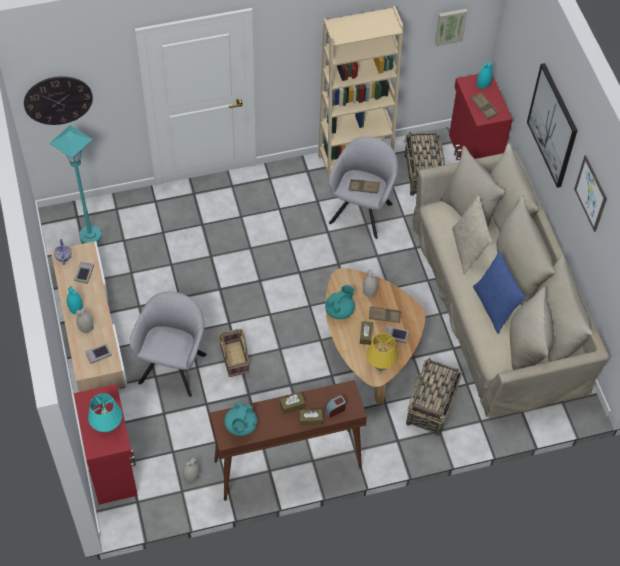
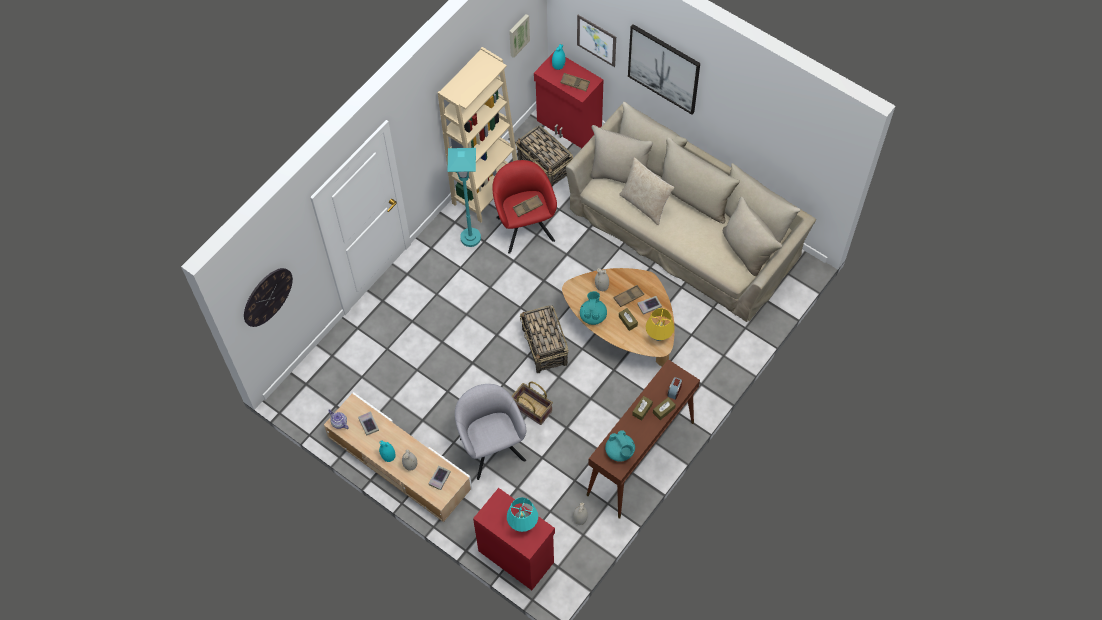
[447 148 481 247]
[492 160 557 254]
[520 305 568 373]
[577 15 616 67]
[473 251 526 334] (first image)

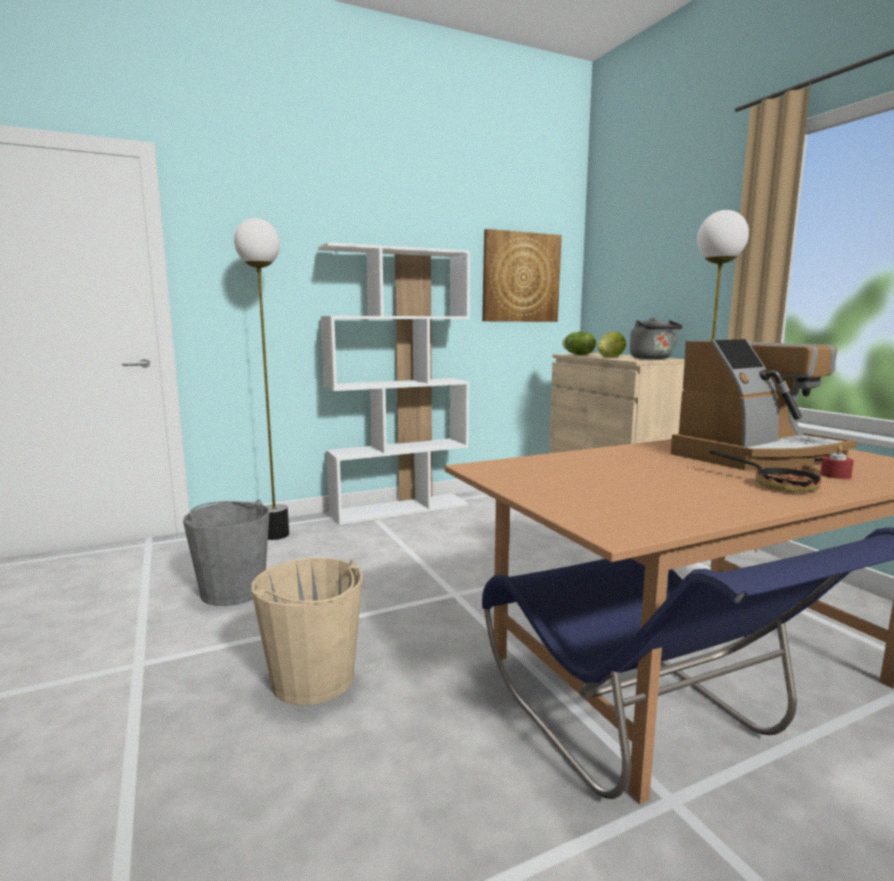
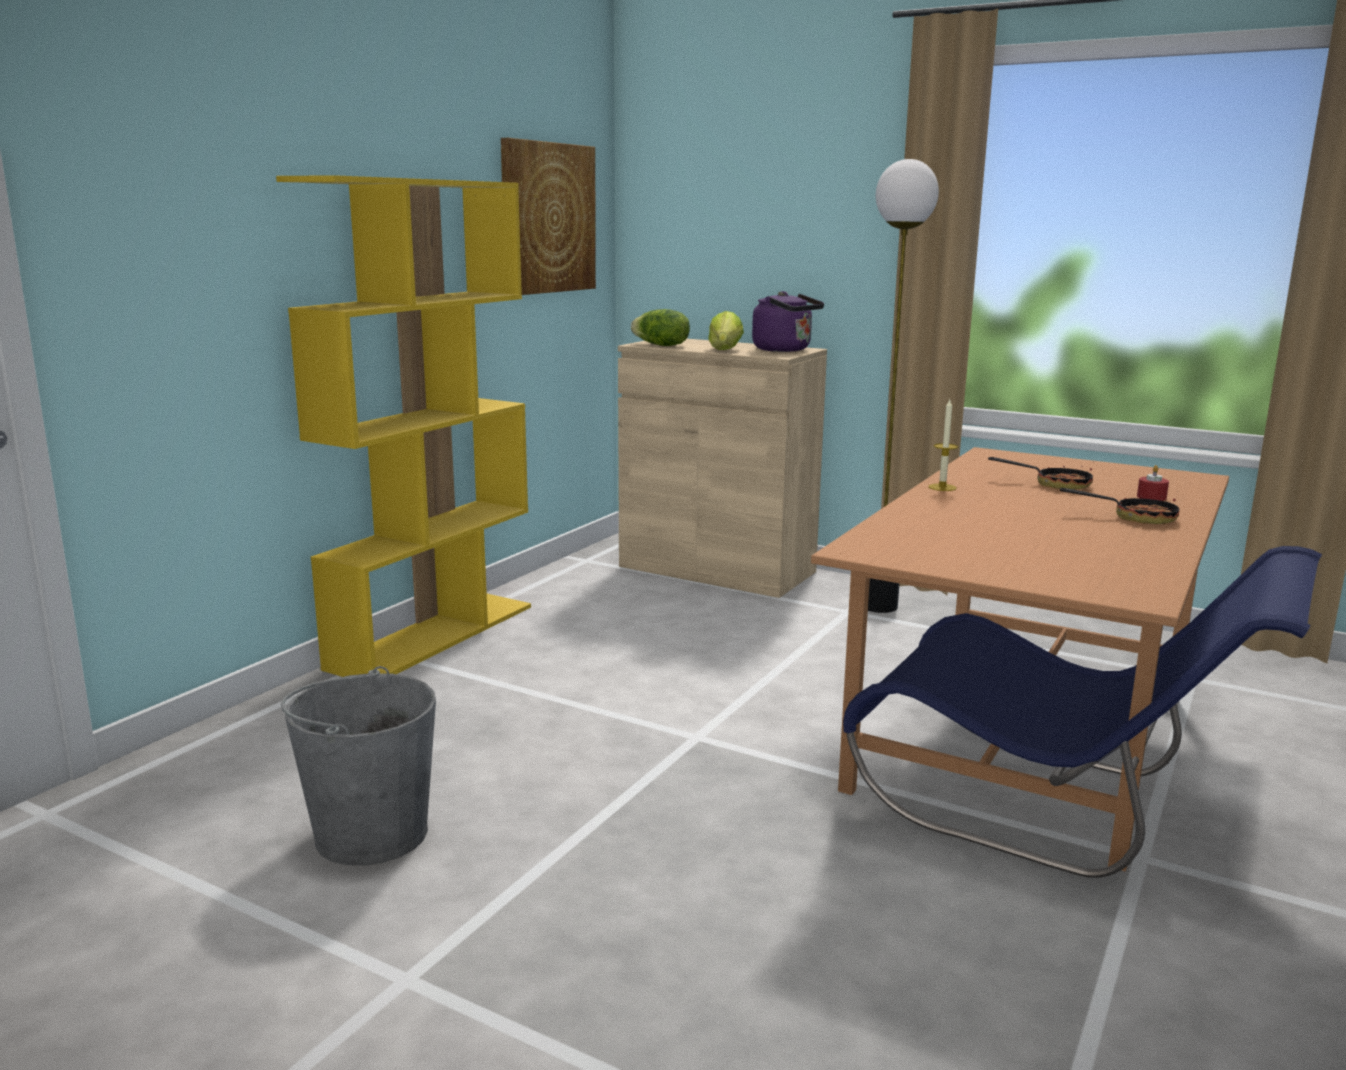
[276 175 531 677]
[752 291 824 352]
[928 400 958 491]
[988 457 1093 490]
[234 218 289 540] (first image)
[251 558 363 705] (first image)

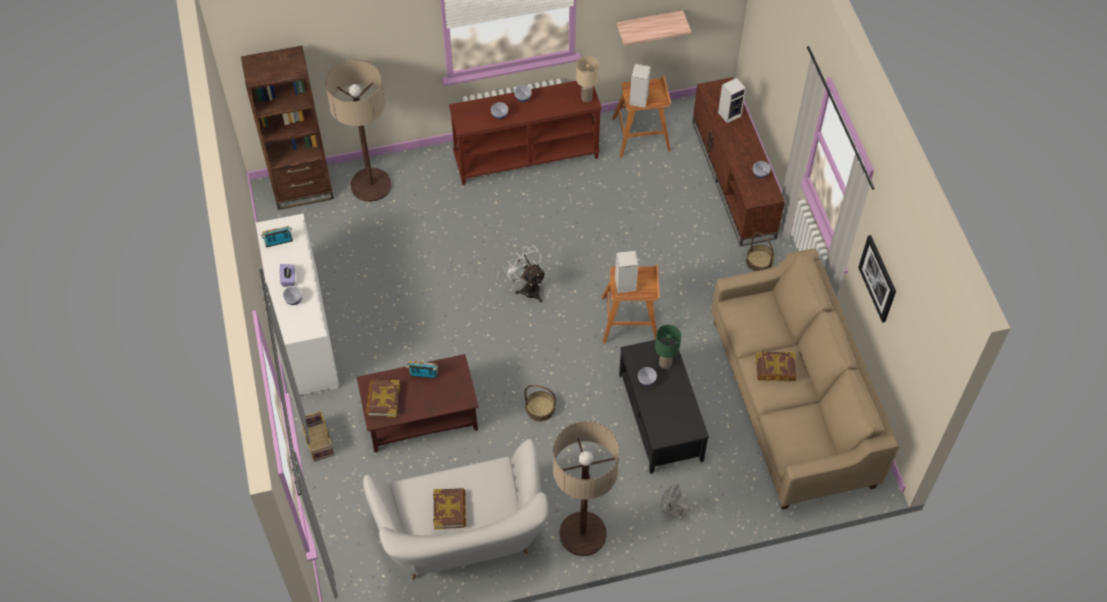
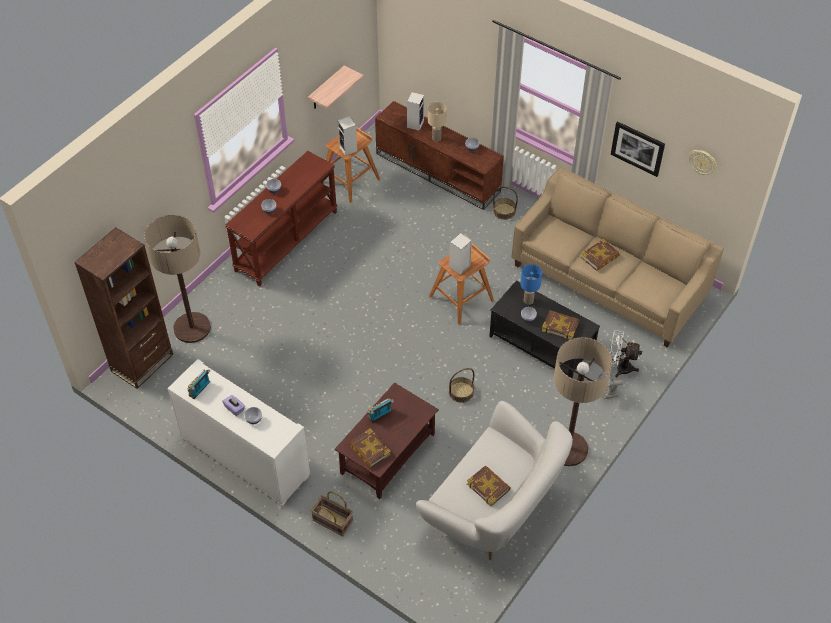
[428 102 447 142]
[520 264 542 305]
[542 310 579 340]
[610 330 642 377]
[689 150 717 175]

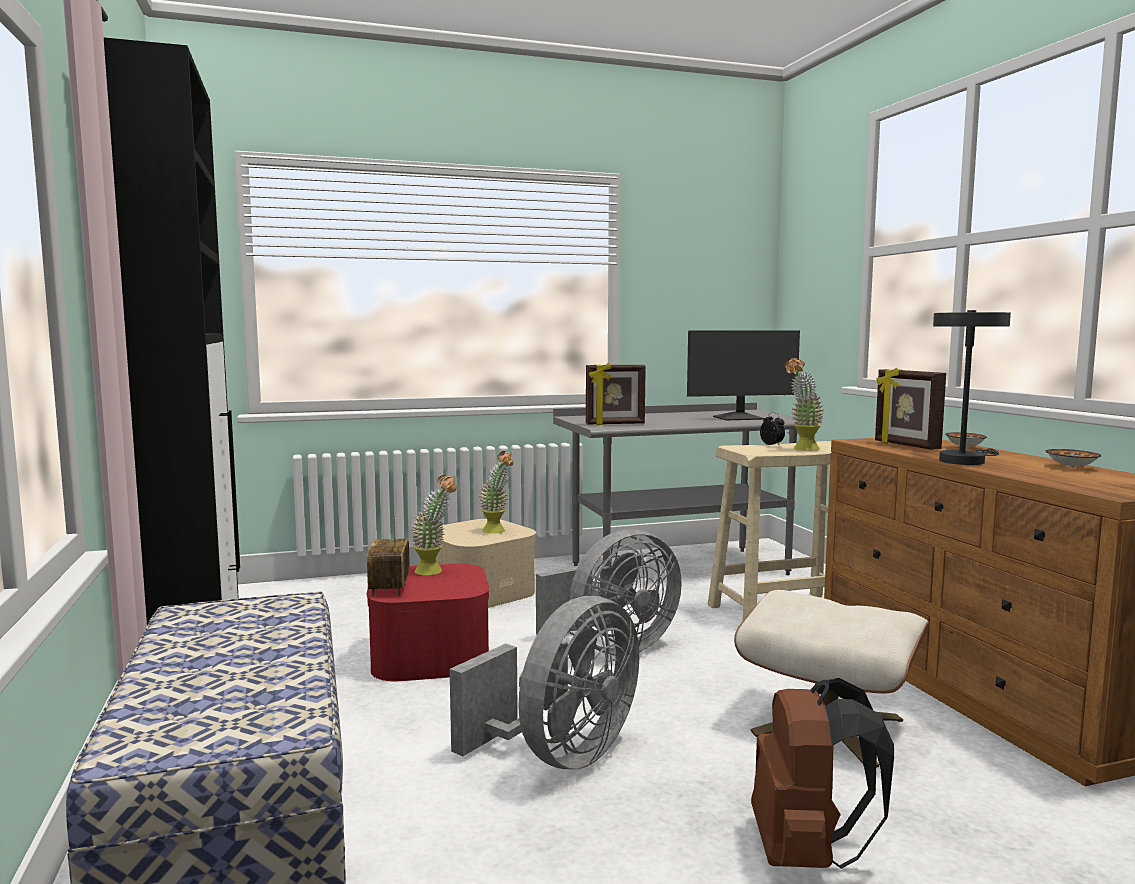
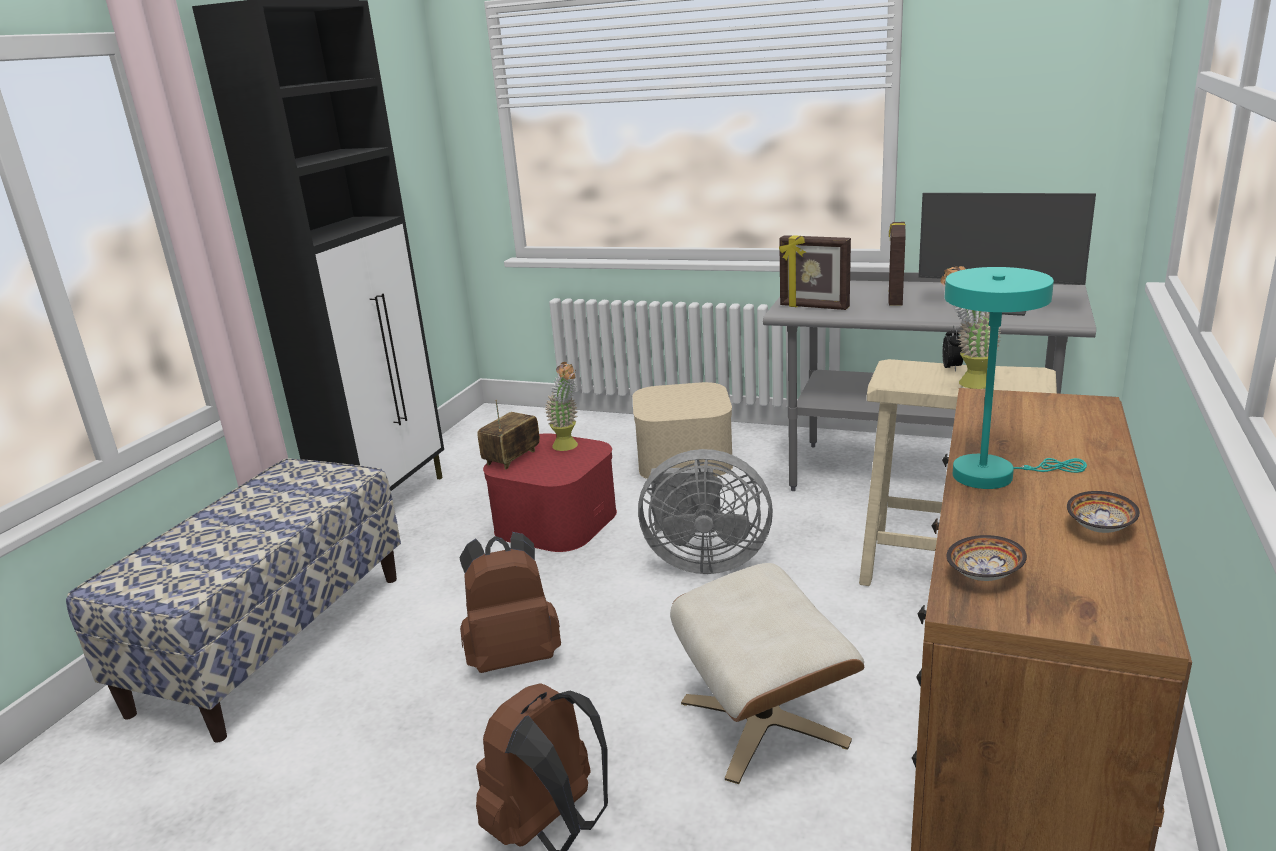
[459 532 561 673]
[888 222 906 306]
[945 267 1087 489]
[946 535 1027 581]
[479 451 513 534] (first image)

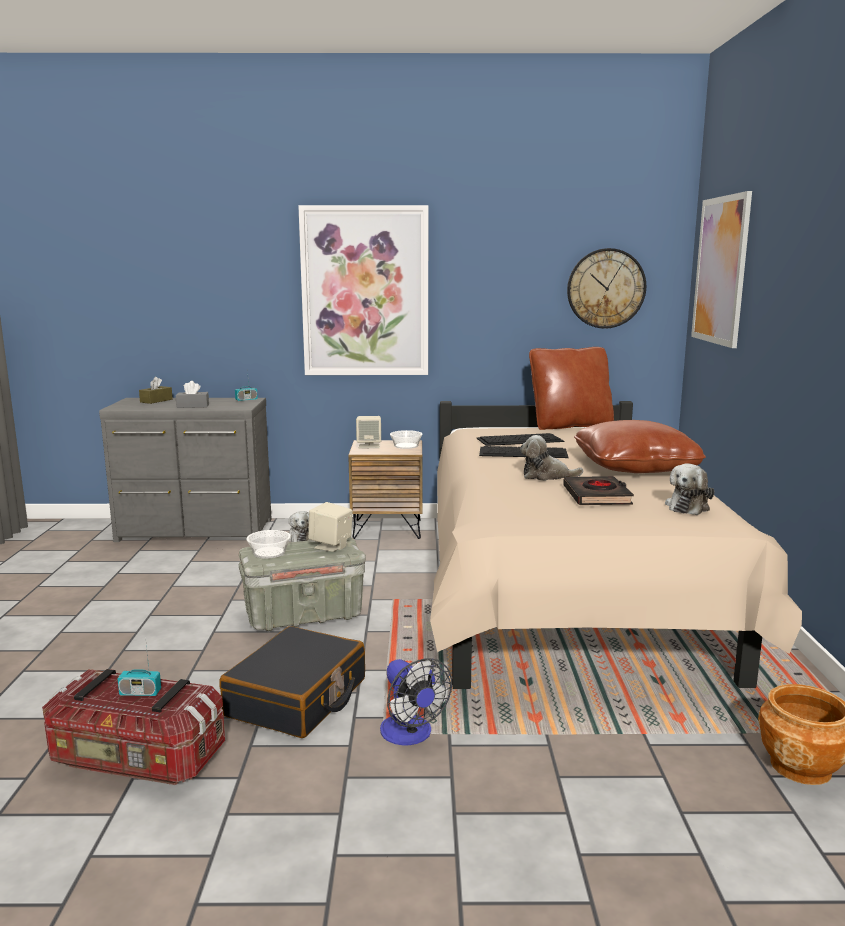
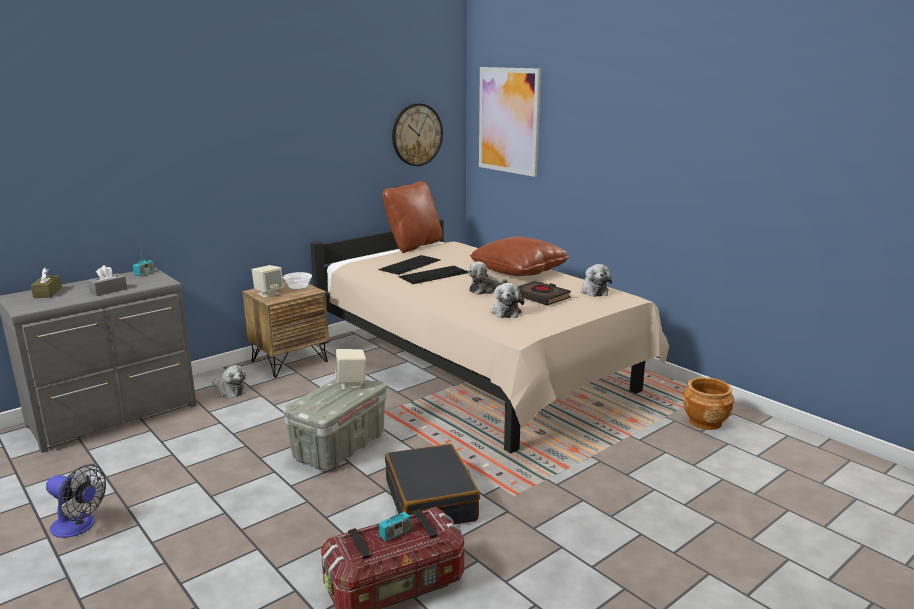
[46 464 106 538]
[491 283 524 318]
[246 530 291 558] (first image)
[298 205 428 375] (first image)

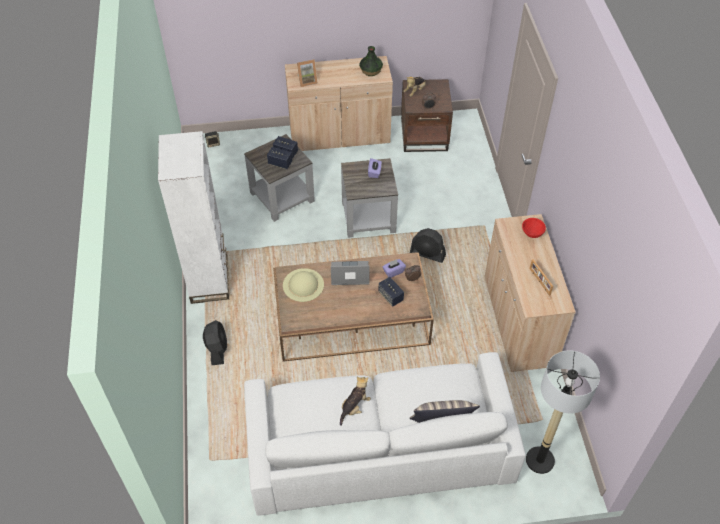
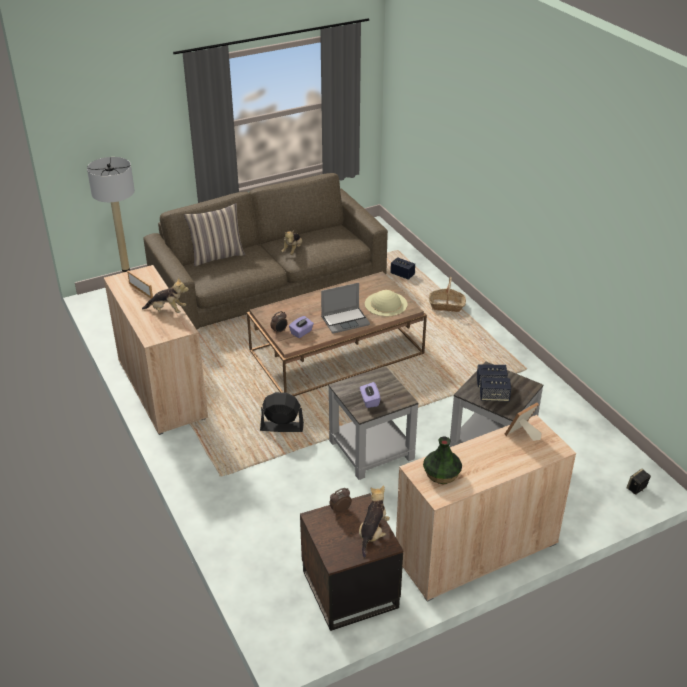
[142 277 189 313]
[143 173 388 329]
[390 257 415 280]
[429 277 466 312]
[158 131 229 304] (first image)
[522 218 546 238] (first image)

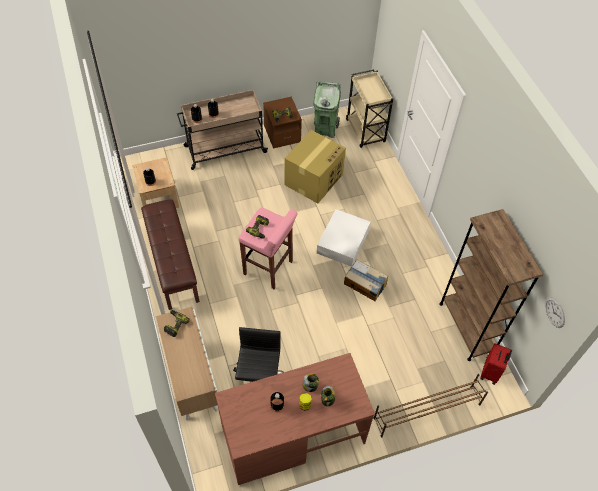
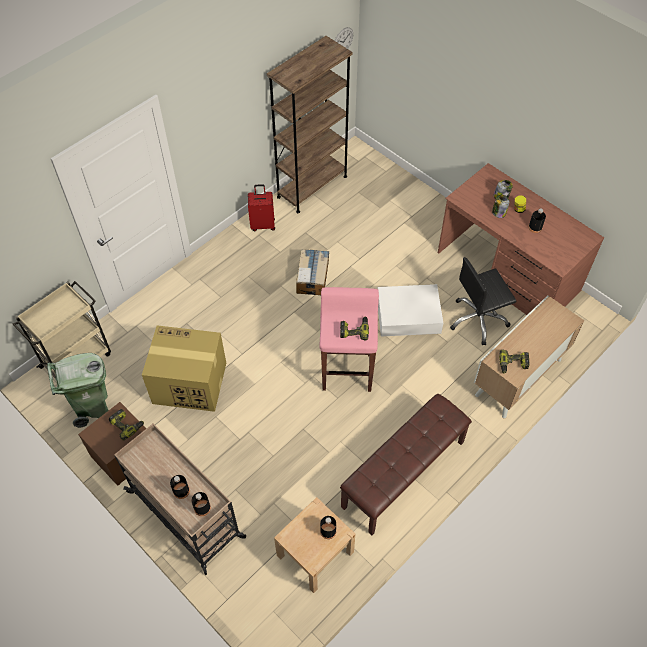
[248 184 275 231]
[377 284 443 337]
[373 374 488 437] (first image)

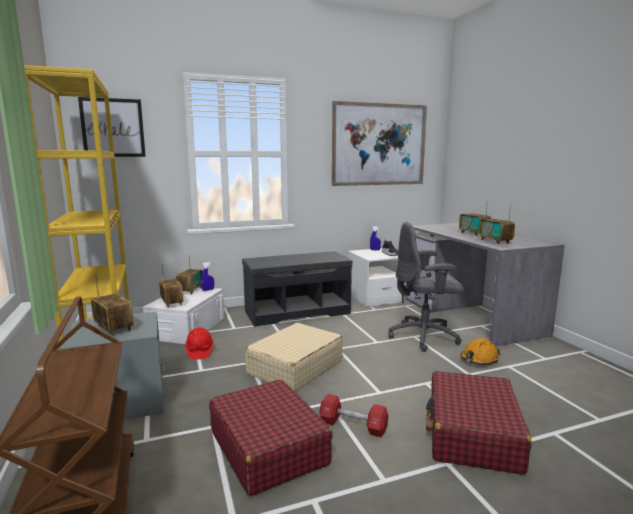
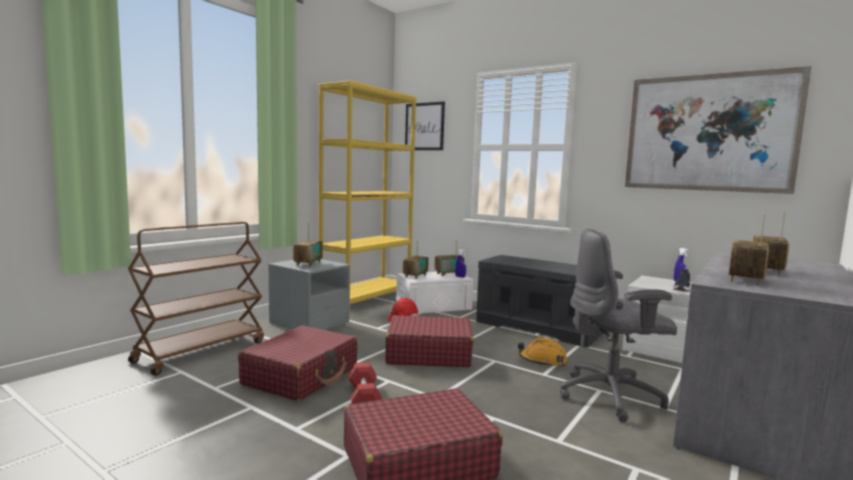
[385 315 473 367]
[518 337 567 367]
[560 228 677 422]

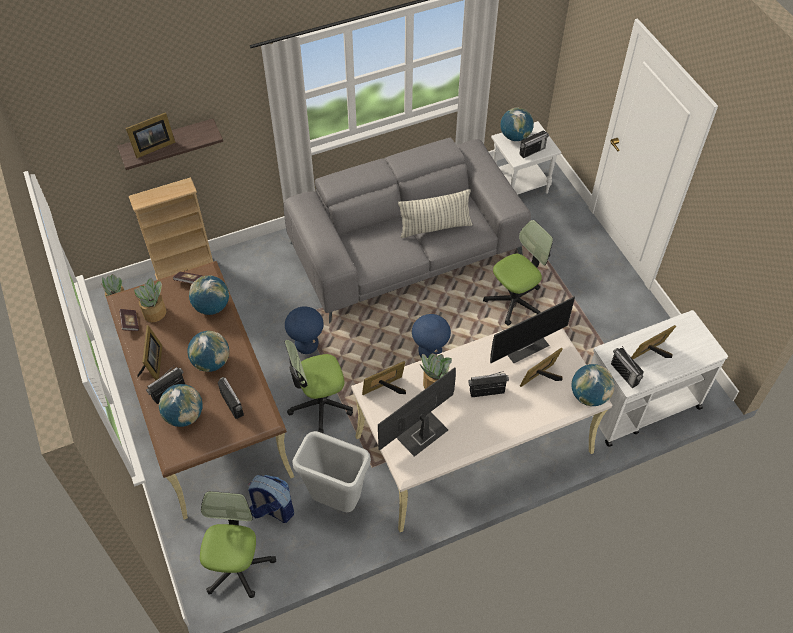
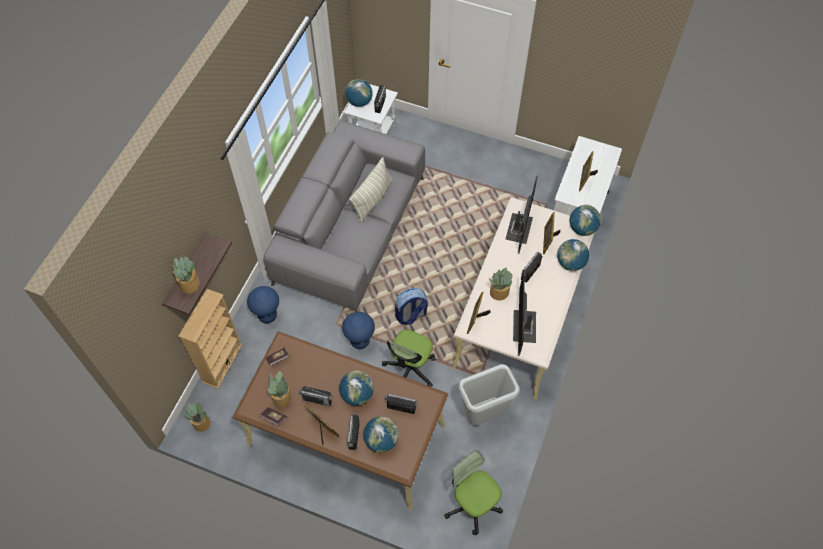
[172 256 200 294]
[247 286 279 323]
[299 386 333 406]
[395 288 428 325]
[557 239 589 271]
[483 220 553 326] (first image)

